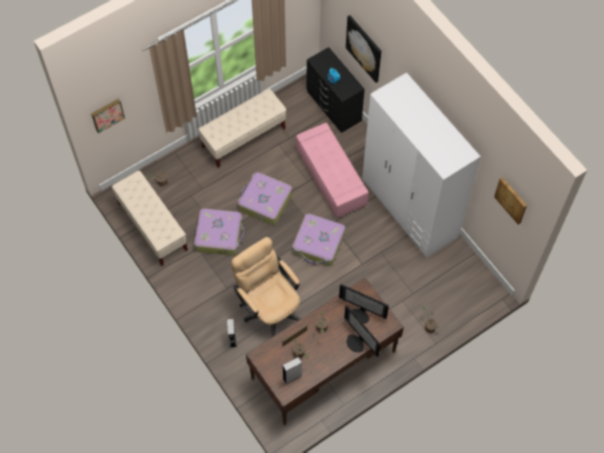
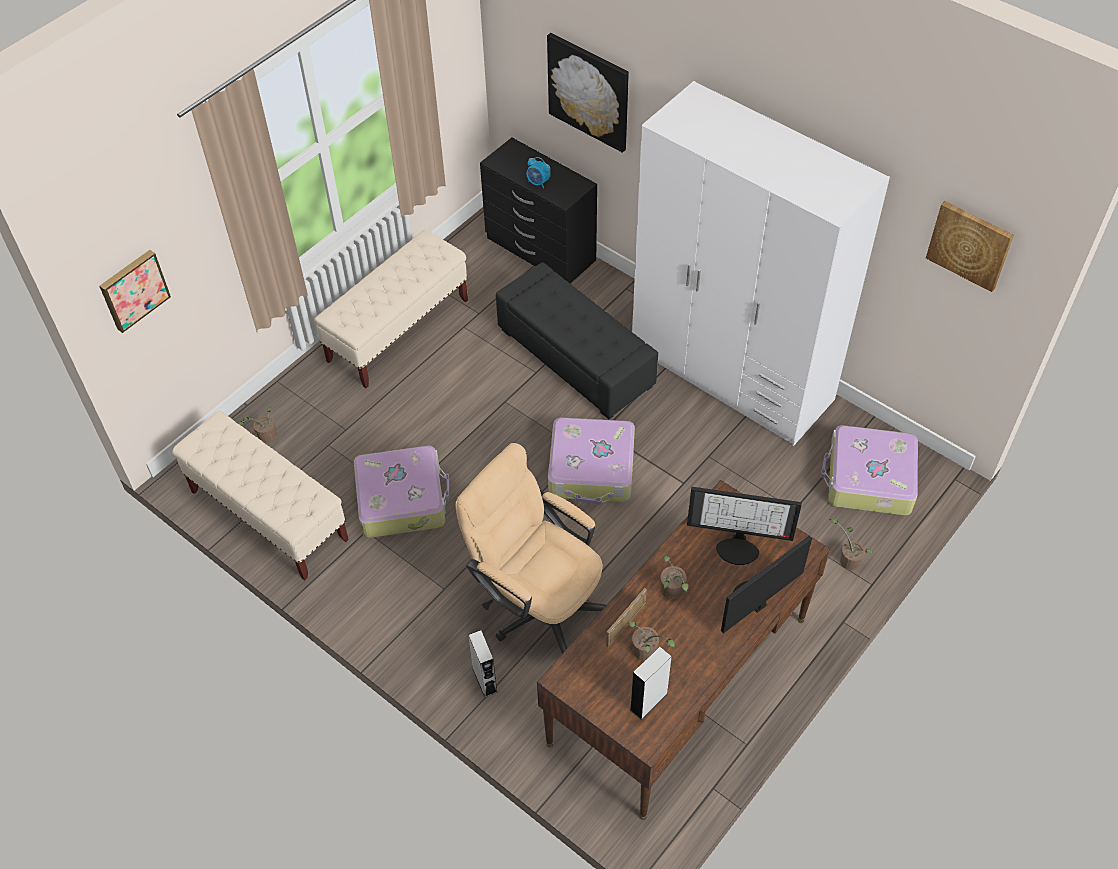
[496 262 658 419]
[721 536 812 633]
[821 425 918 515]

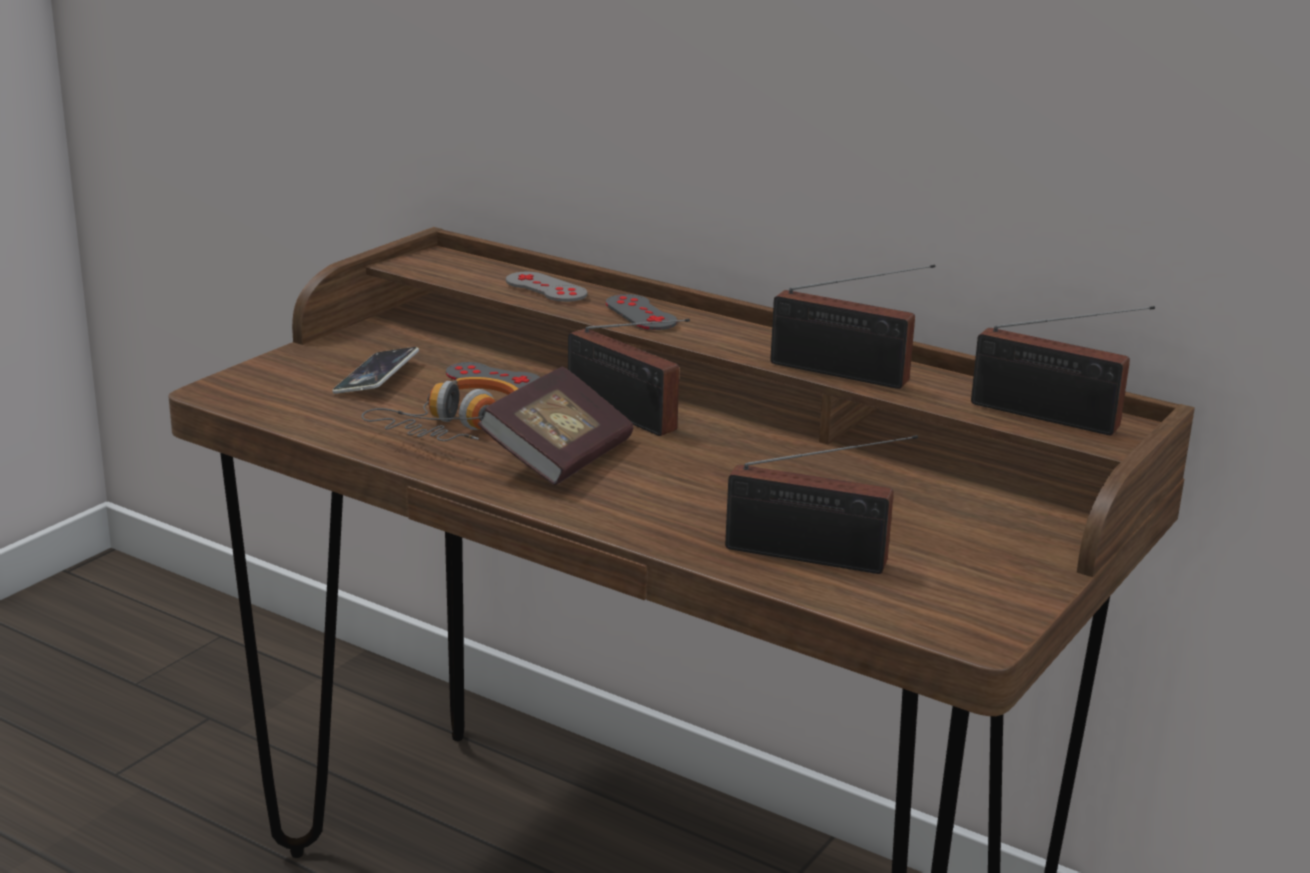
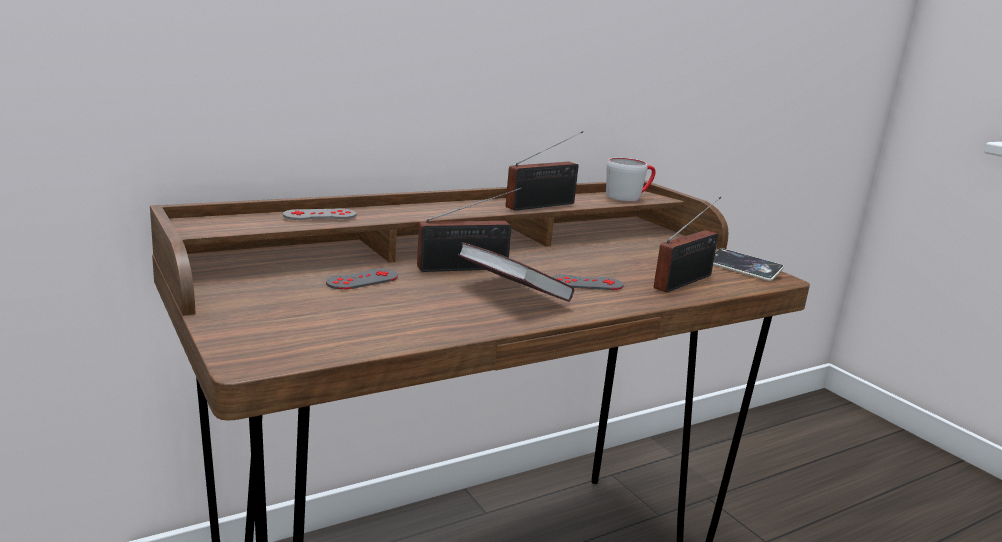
[553 275 623 290]
[606 158 656 201]
[713 248 784 281]
[362 377 518 441] (first image)

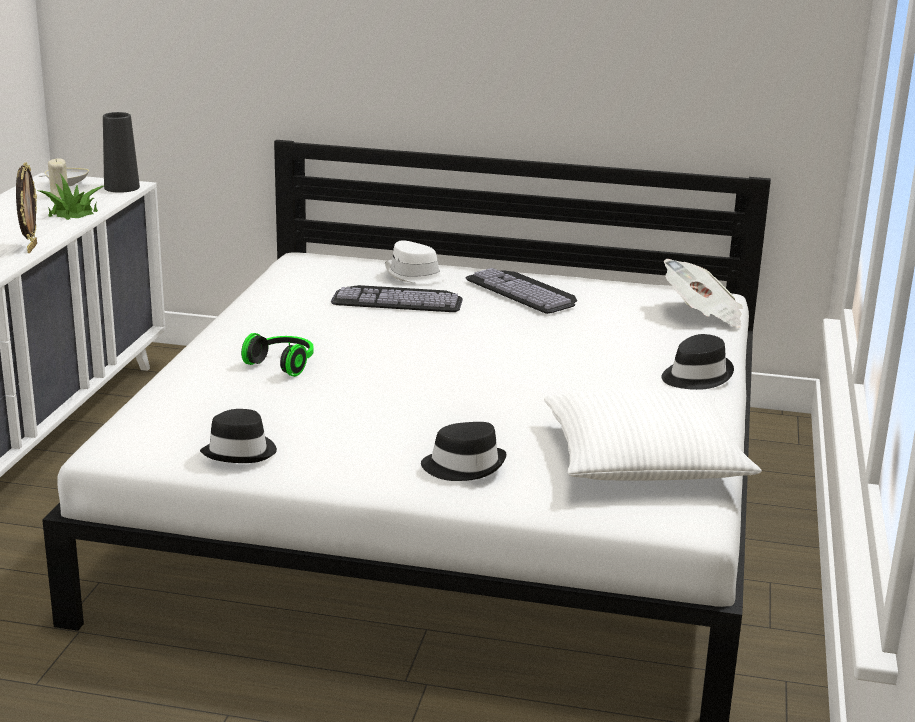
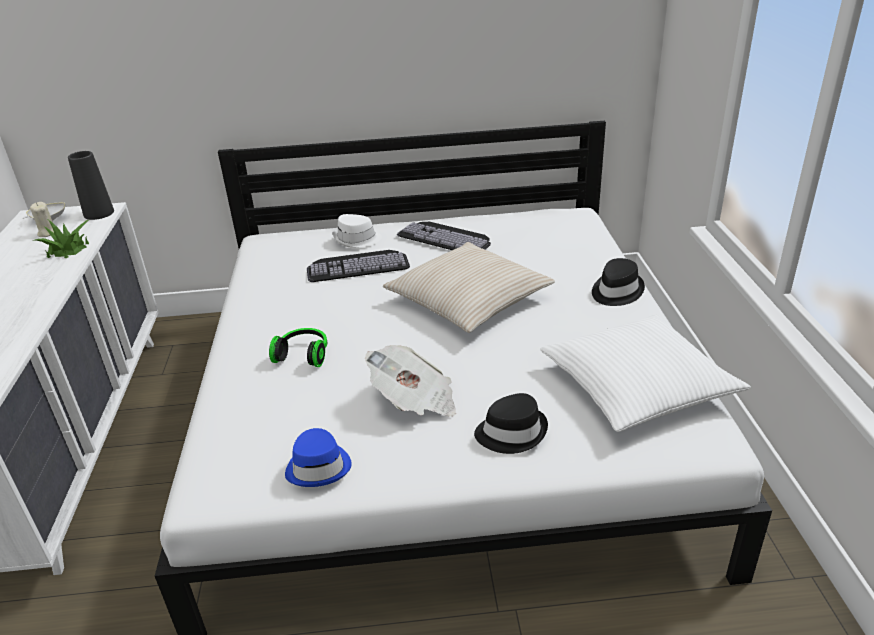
[285 428 352 487]
[365 345 456 416]
[383 242 555 333]
[16 162 37 253] (first image)

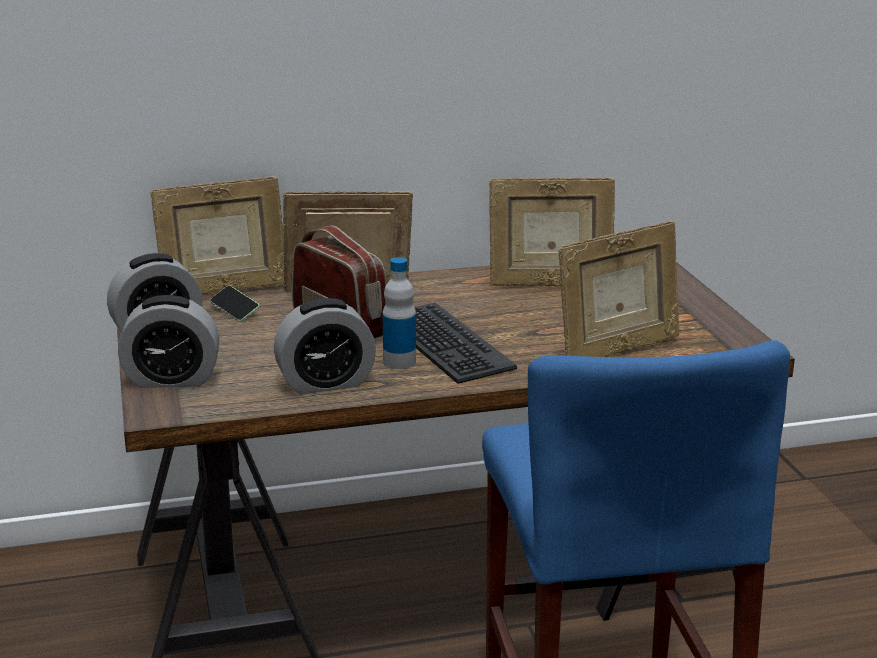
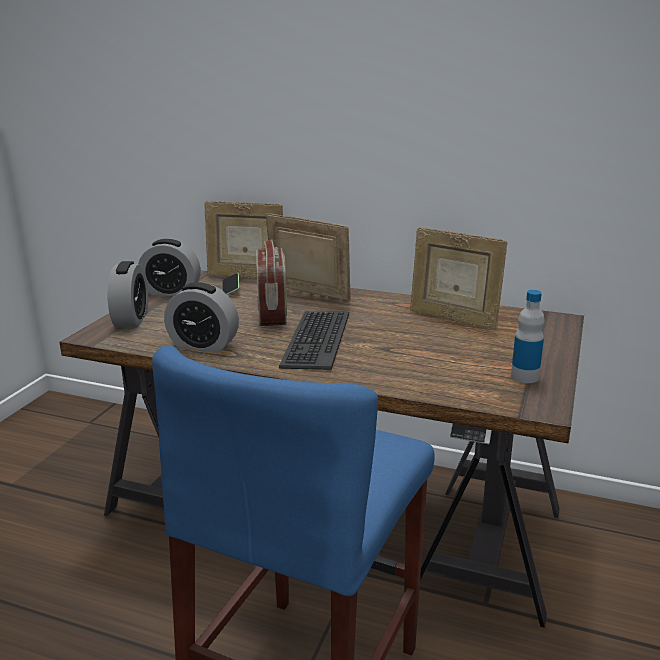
[108 261 148 328]
[511 290 545 383]
[558 221 679 357] (first image)

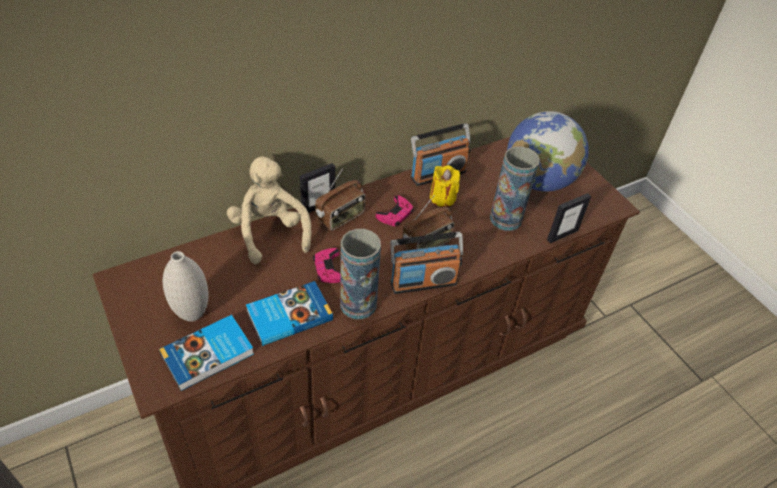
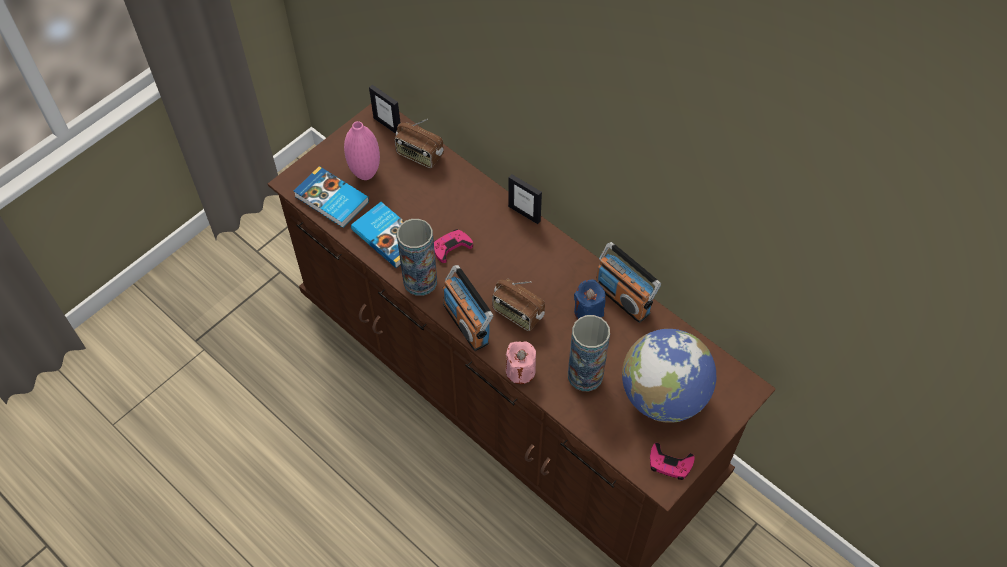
[344 121 380 180]
[369 85 400 134]
[394 119 444 168]
[506 341 536 384]
[574 279 606 319]
[650 443 695 480]
[227 156 311 264] (first image)

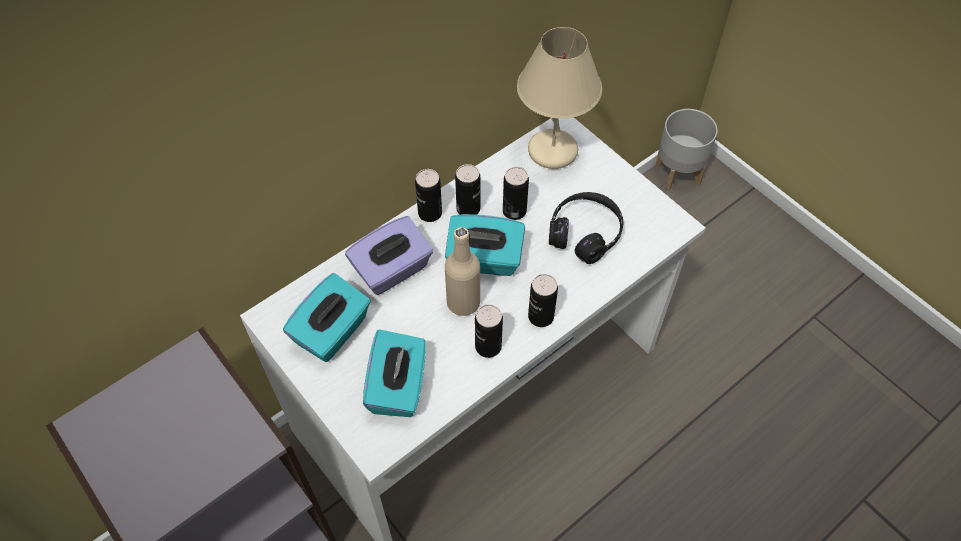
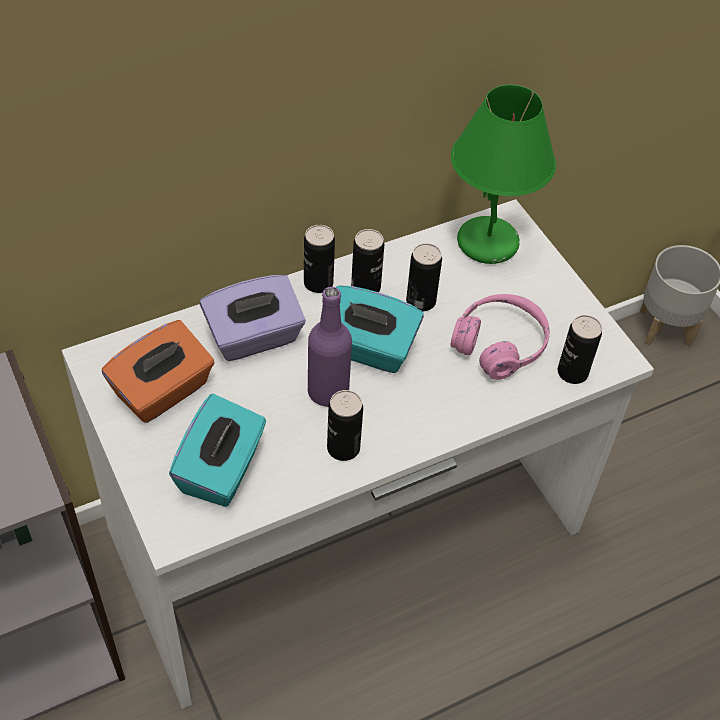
[102 320 215 423]
[308 287 352 407]
[450 294 550 380]
[451 85 556 264]
[558 315 602 384]

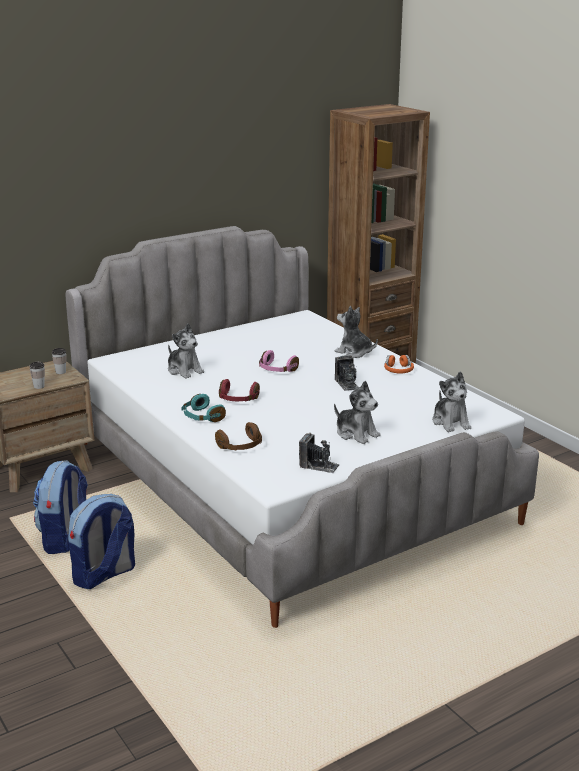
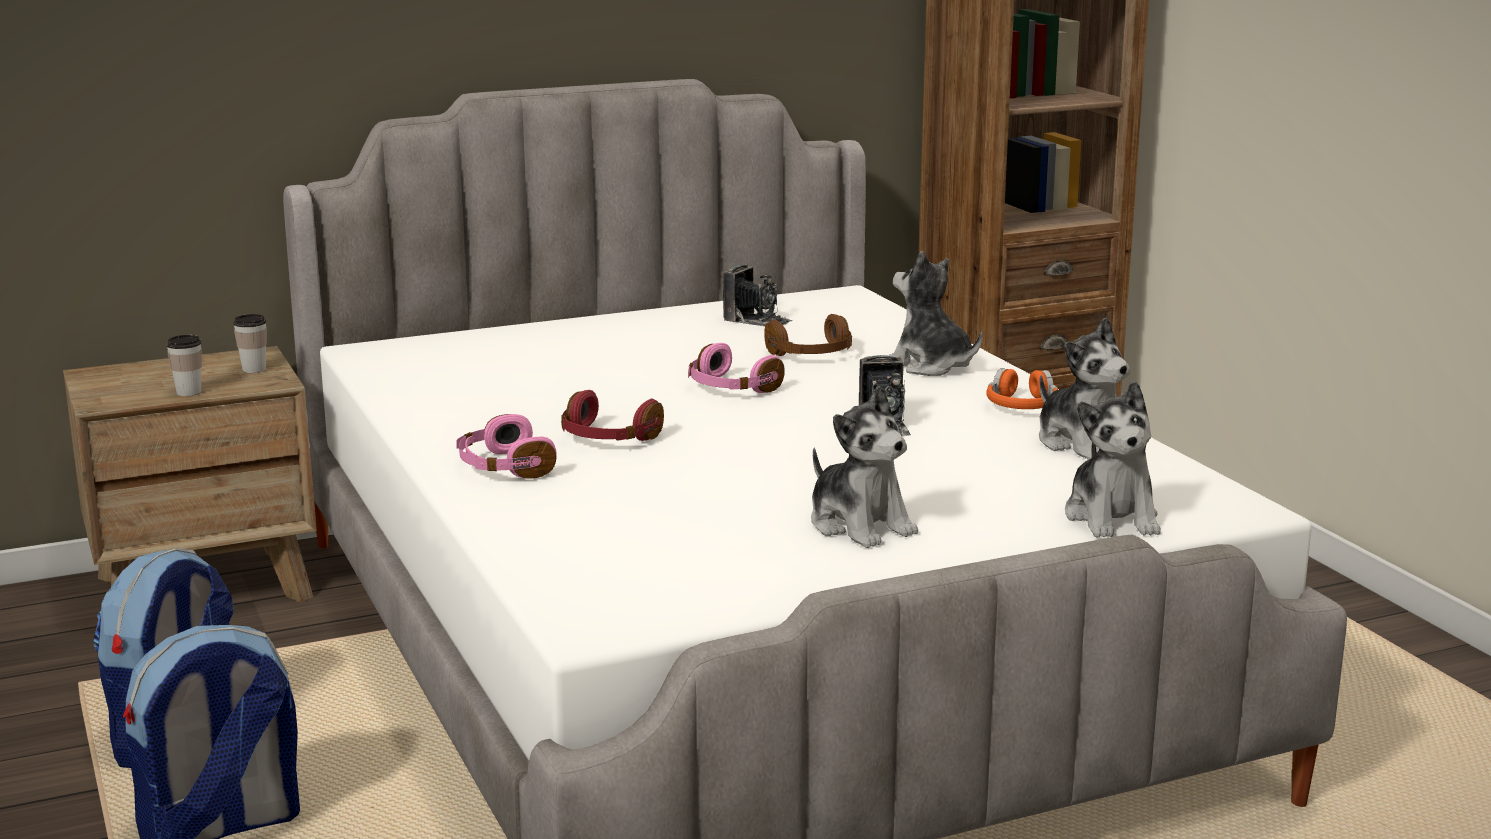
[456 414 557 479]
[722 264 793 326]
[764 314 852 356]
[1039 317 1130 460]

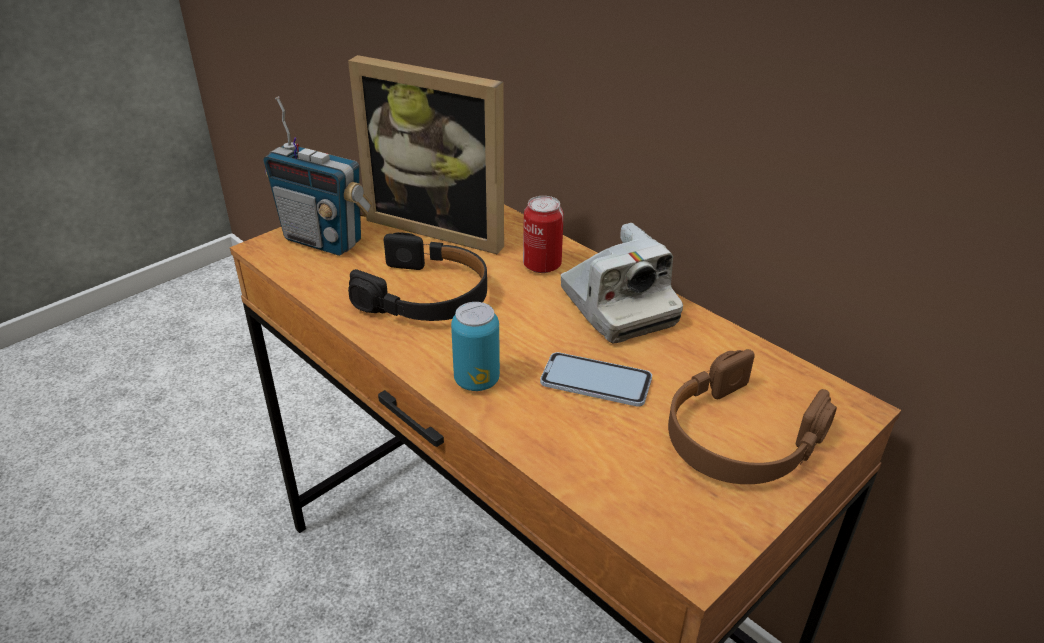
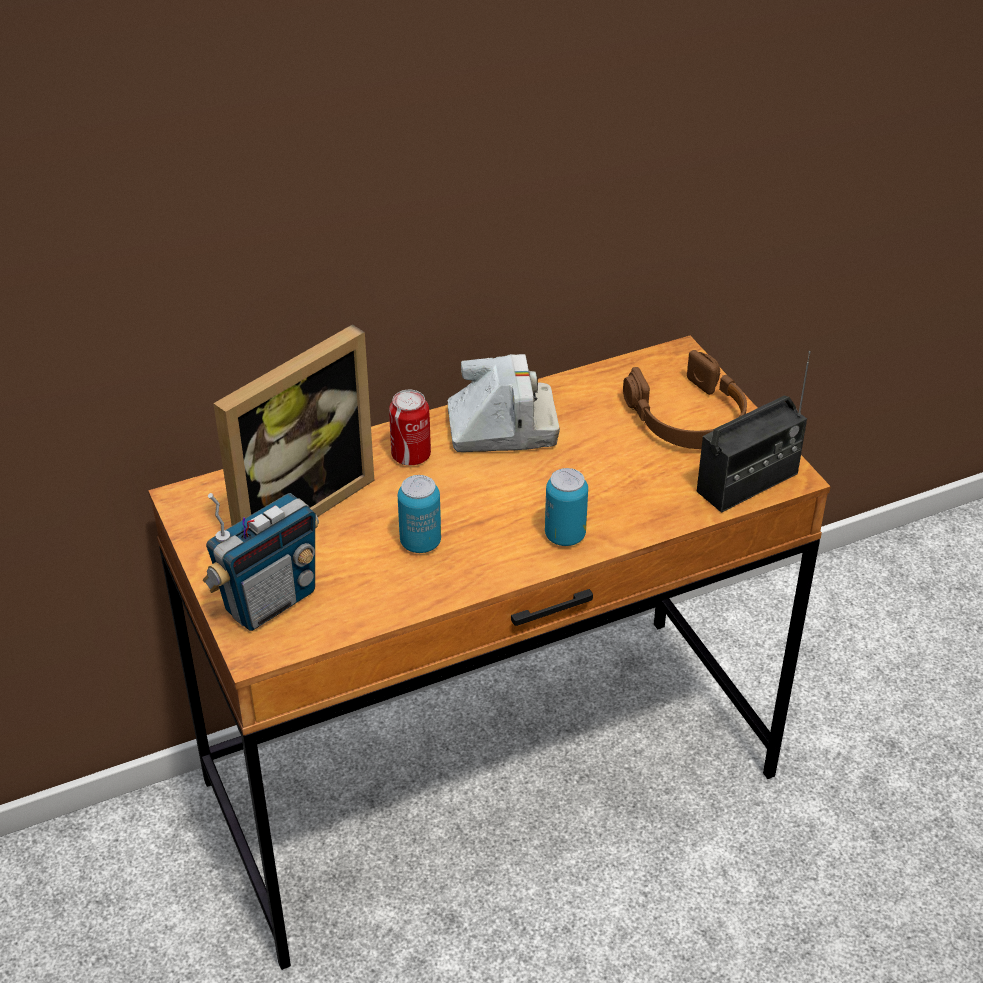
[398 475 441 553]
[697 351 811 513]
[540 352 652 407] (first image)

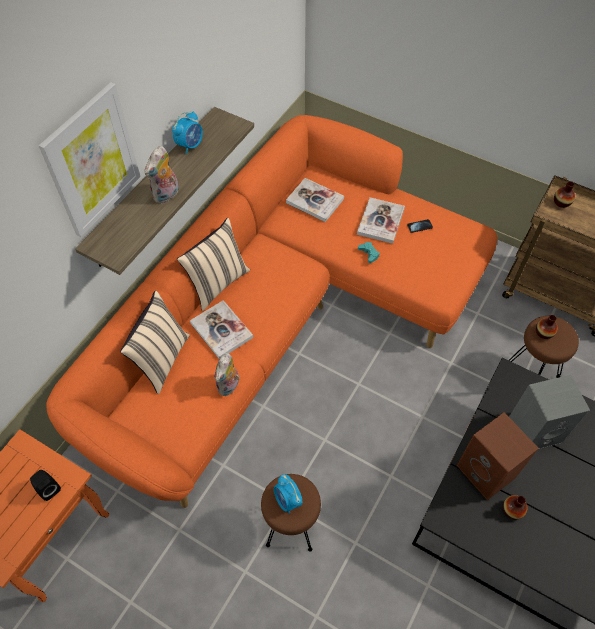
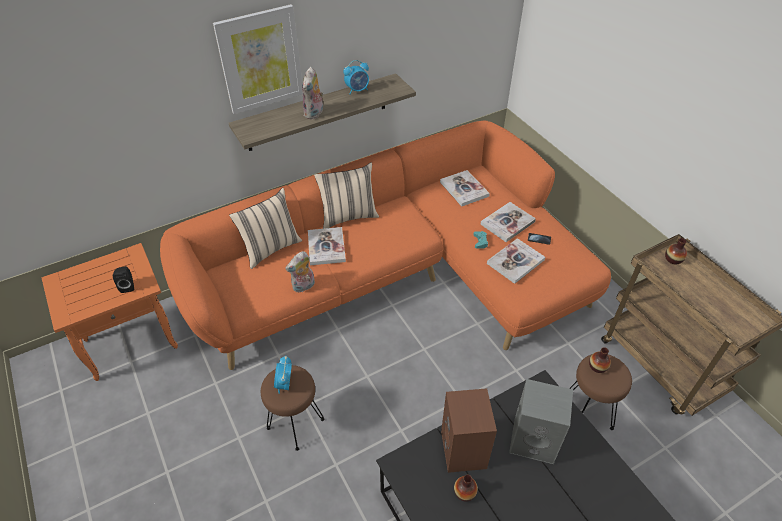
[302 67 324 120]
[487 238 545 284]

